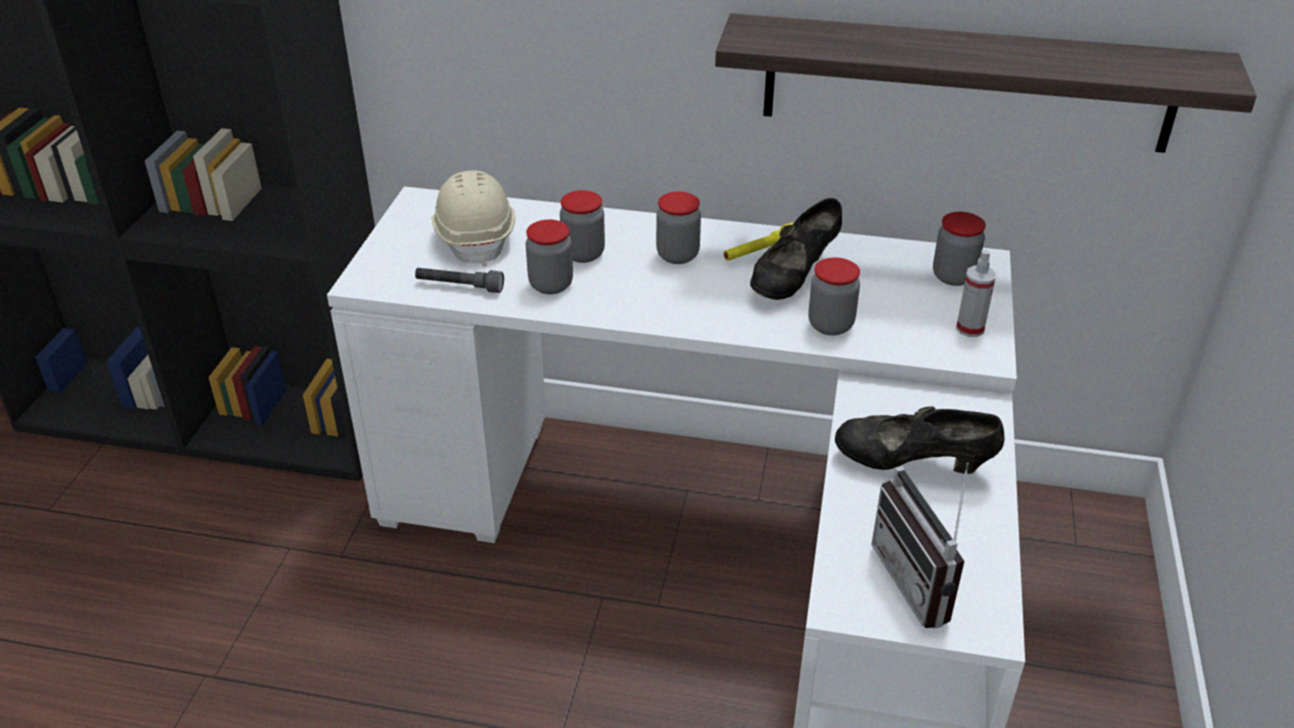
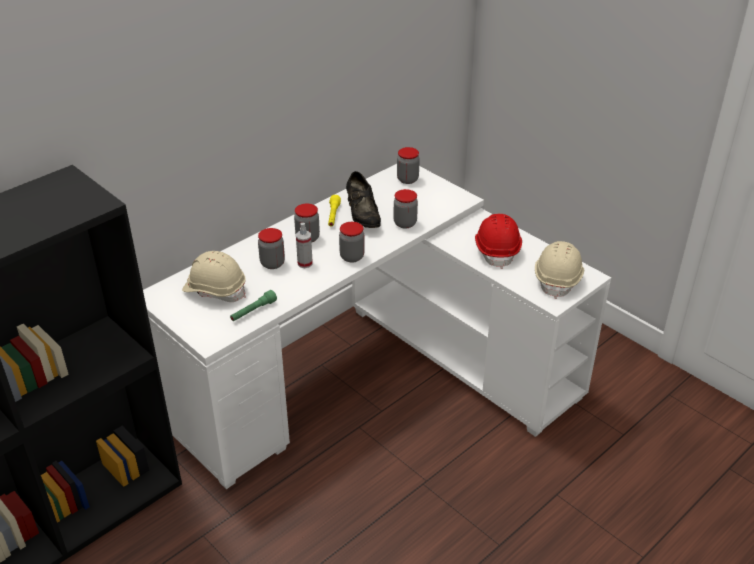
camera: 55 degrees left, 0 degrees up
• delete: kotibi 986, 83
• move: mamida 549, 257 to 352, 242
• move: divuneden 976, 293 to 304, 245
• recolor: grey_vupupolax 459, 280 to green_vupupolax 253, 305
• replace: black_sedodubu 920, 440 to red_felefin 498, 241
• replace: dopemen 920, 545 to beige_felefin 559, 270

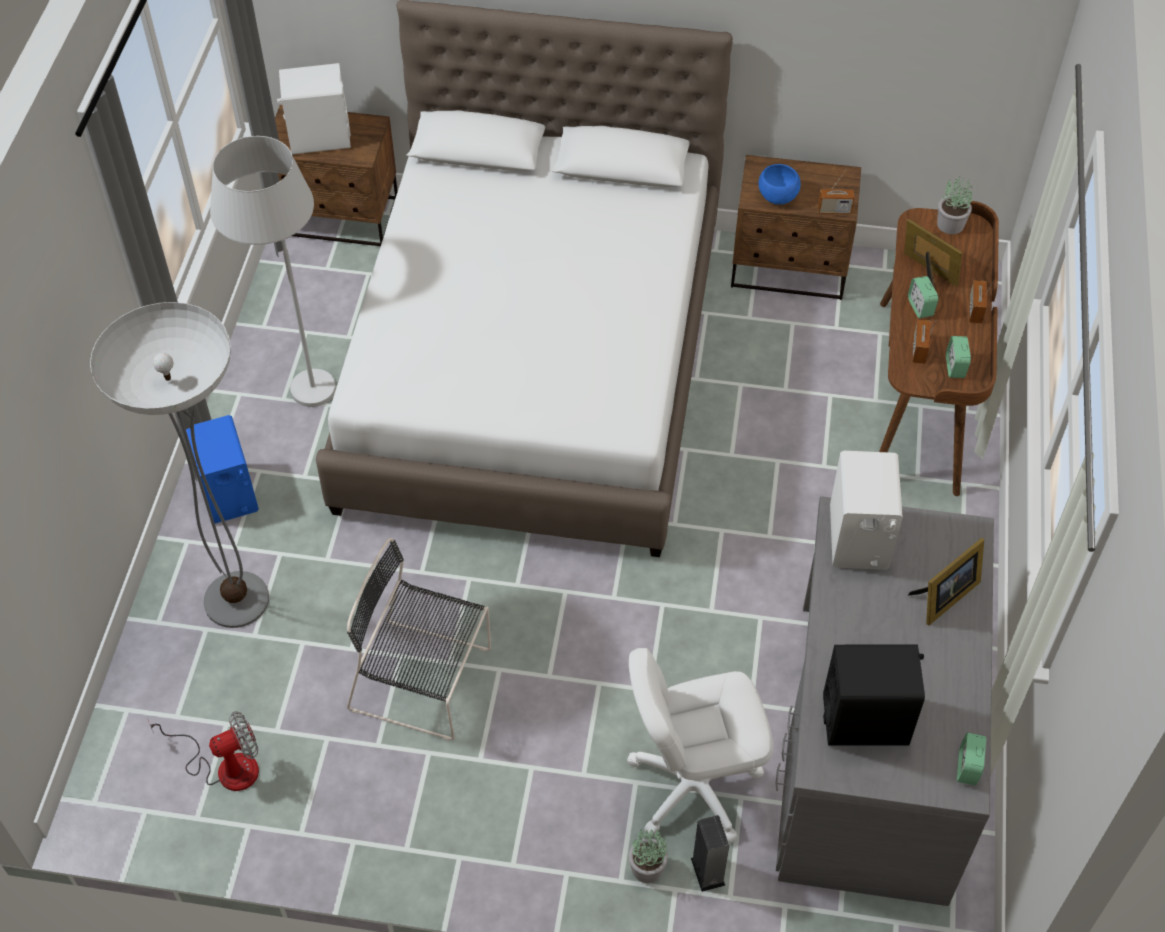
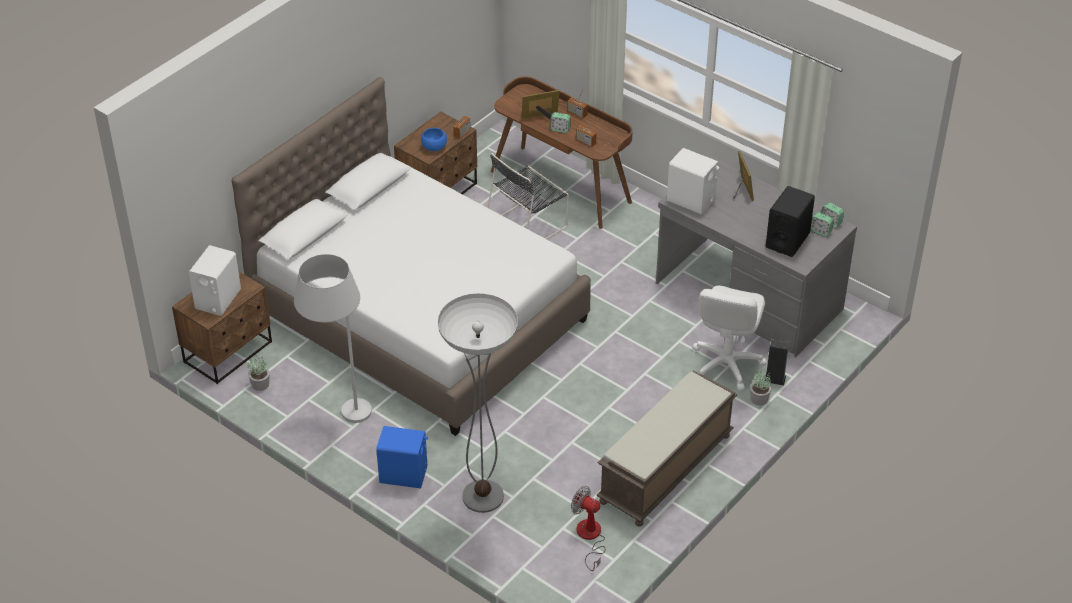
camera: 60 degrees left, 10 degrees down
• move: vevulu 955, 206 to 258, 373
• move: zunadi 958, 357 to 822, 224
• move: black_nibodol 419, 639 to 528, 196
• rotate: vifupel 203, 751 = 588, 528 60 degrees counterclockwise
• insert: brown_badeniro 666, 448

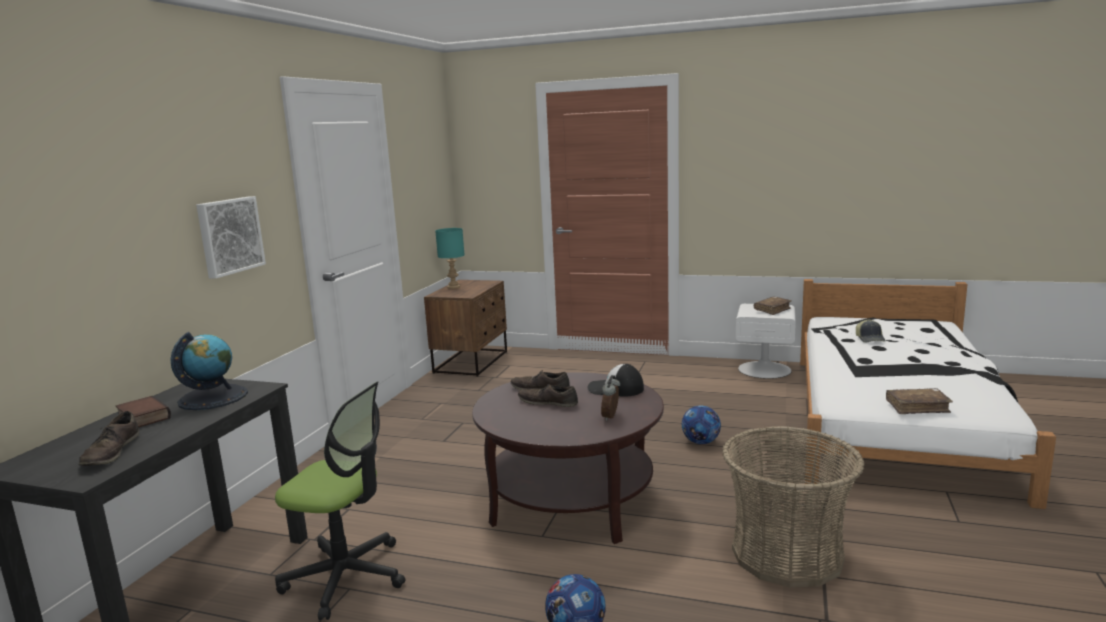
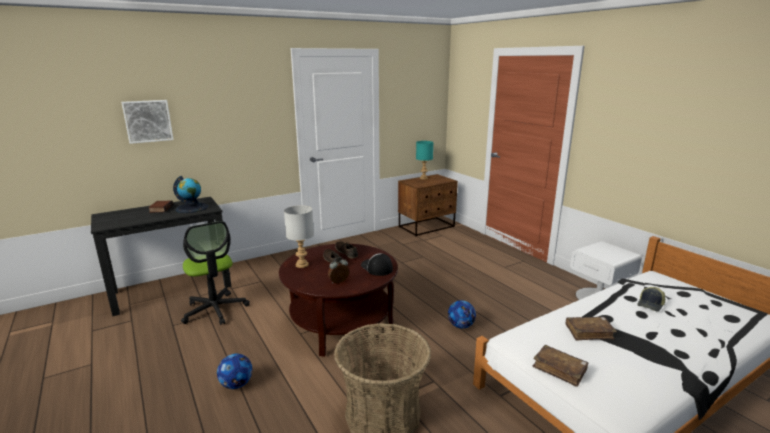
camera: 40 degrees right, 5 degrees up
• move: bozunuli 231, 237 to 147, 122
• move: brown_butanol 773, 306 to 591, 328
• delete: brown_sedodubu 109, 438
• insert: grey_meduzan 299, 236

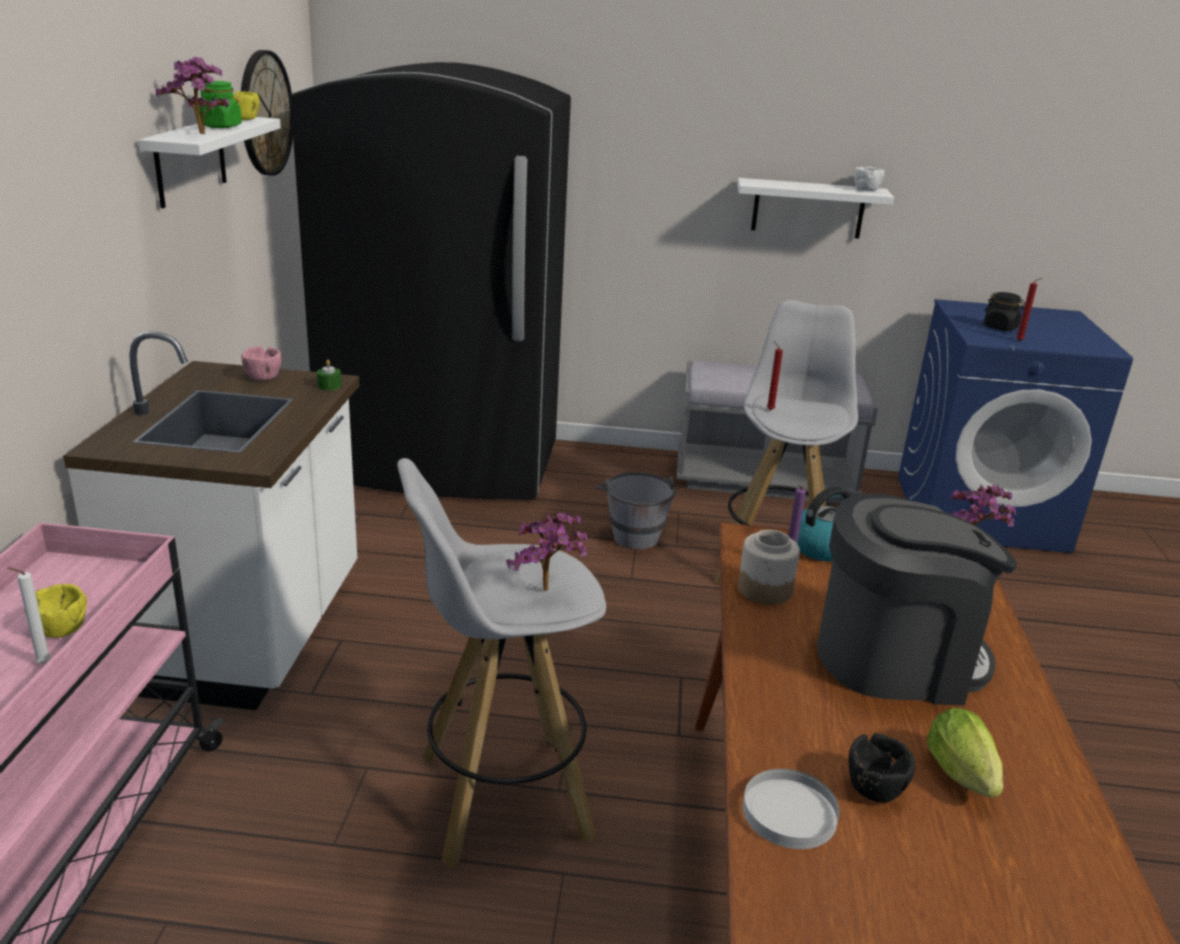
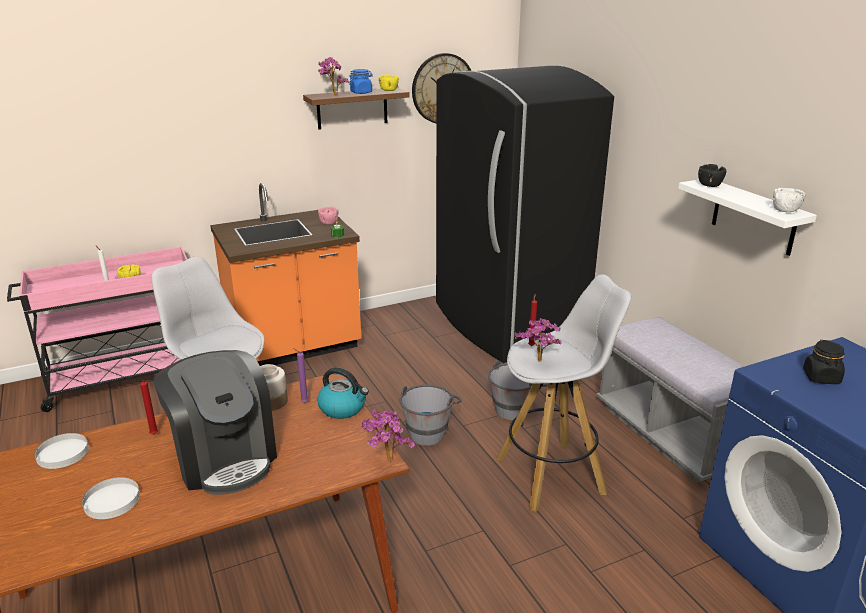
camera: 60 degrees right, 0 degrees up
• recolor: green_mamida 220, 104 to blue_mamida 361, 81
• recolor: white_kotibi 209, 162 to brown_kotibi 356, 109
• move: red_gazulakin 1029, 309 to 149, 407
• recolor: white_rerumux 211, 520 to orange_rerumux 285, 274
• move: vevulu 547, 551 to 538, 340
• replace: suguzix 965, 752 to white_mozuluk 111, 498
• move: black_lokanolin 882, 768 to 712, 175
• insert: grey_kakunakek 431, 415

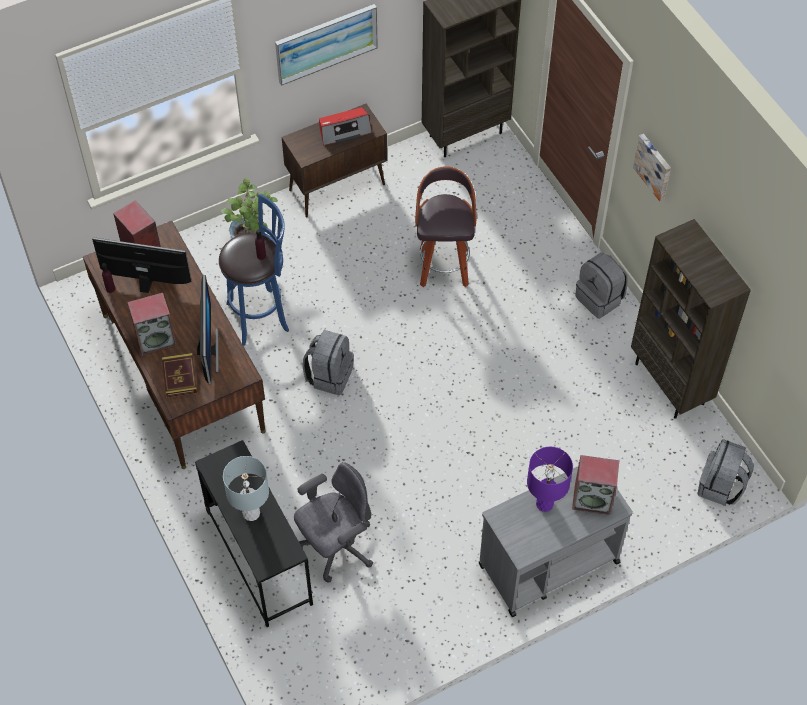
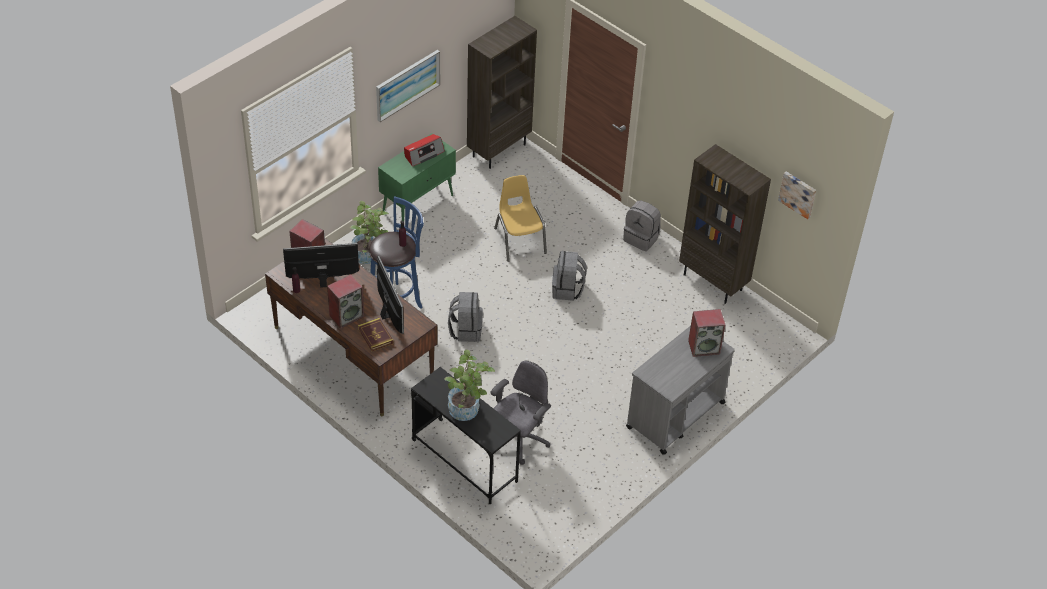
camera: 20 degrees left, 10 degrees down
• recolor: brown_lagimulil 334, 160 to green_lagimulil 417, 177
• move: bozunuli 652, 167 to 797, 195
• replace: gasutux 446, 226 to yellow_nibodol 520, 218
• move: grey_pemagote 725, 472 to 569, 276
• delete: purple_meduzan 550, 479
• replace: grey_meduzan 246, 488 to vevulu 469, 385

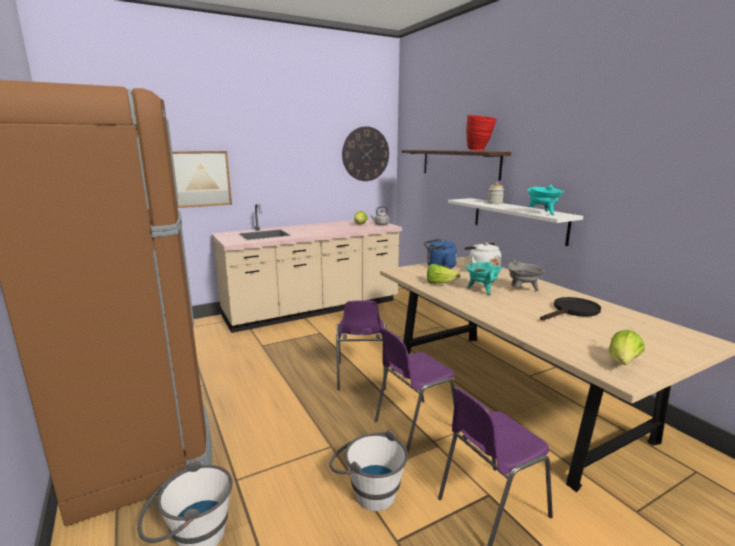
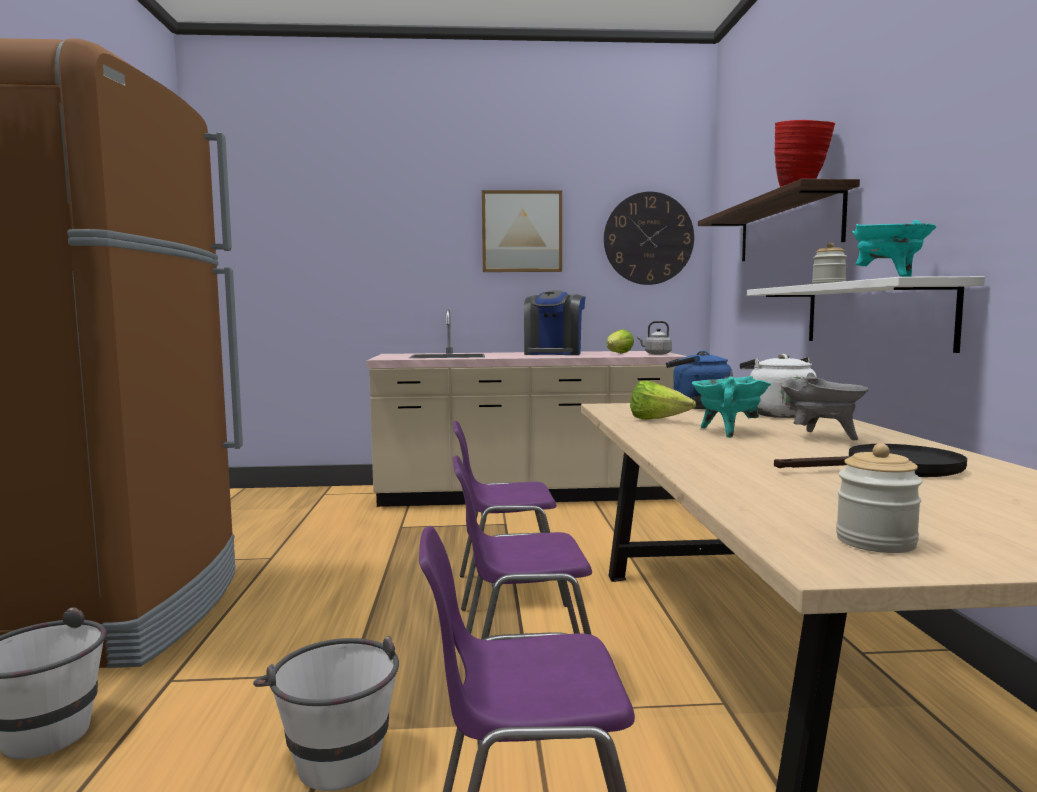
camera: 25 degrees right, 10 degrees down
• move: bozunuli 202, 179 to 522, 231
• rotate: purple_nibodol 361, 345 = 510, 516 60 degrees clockwise
• replace: suguzix 627, 347 to mamida 879, 498
• insert: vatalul 554, 322

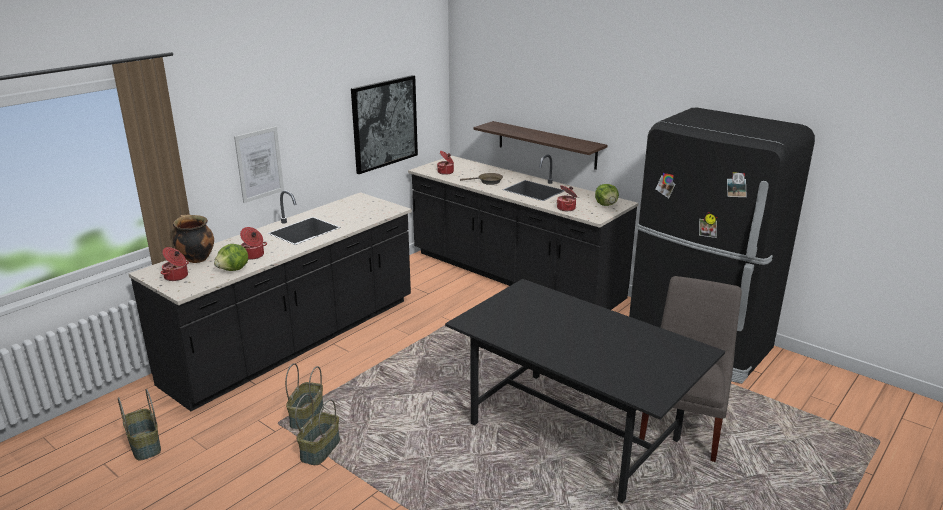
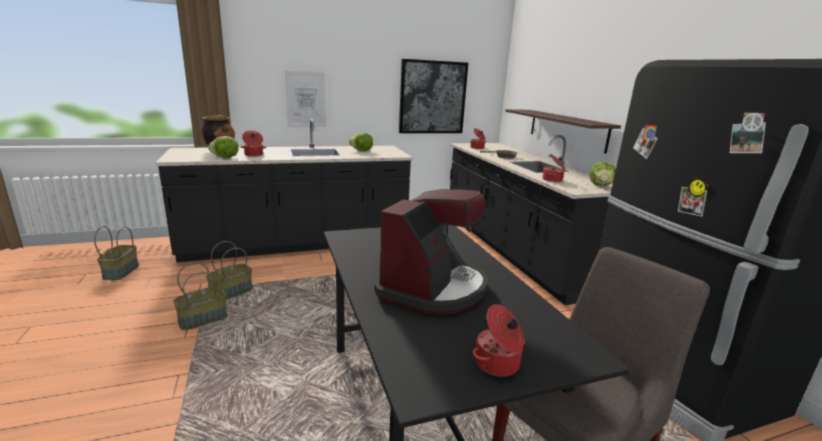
camera: 30 degrees right, 5 degrees down
• move: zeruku 174, 264 to 499, 340
• insert: suguzix 361, 141
• insert: vatalul 431, 252

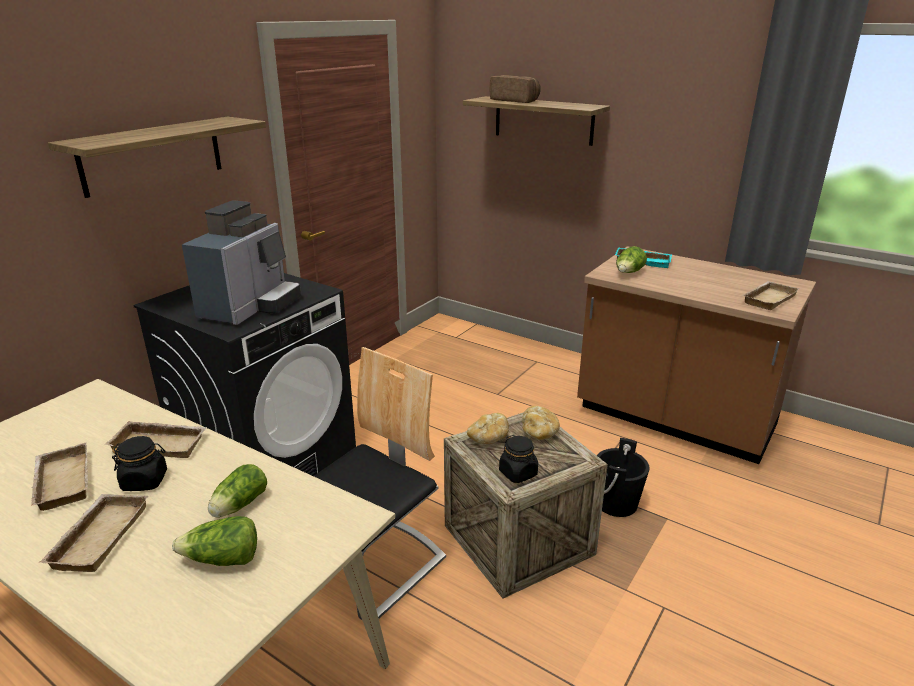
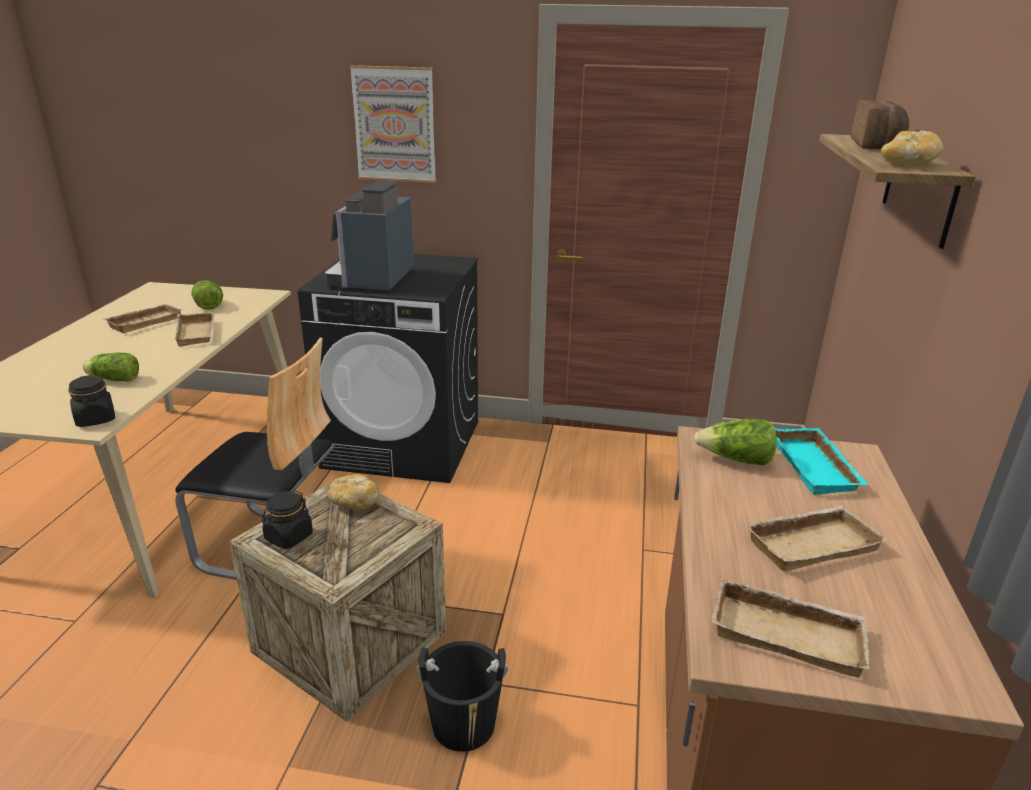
camera: 65 degrees right, 0 degrees up
• replace: kotibi 157, 157 to bozunuli 393, 124
• rotate: vatalul 241, 262 = 369, 236 105 degrees clockwise
• move: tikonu 541, 423 to 912, 148
• move: black_mamida 139, 463 to 91, 401
• move: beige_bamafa 93, 533 to 816, 538
• move: suguzix 214, 541 to 207, 295

